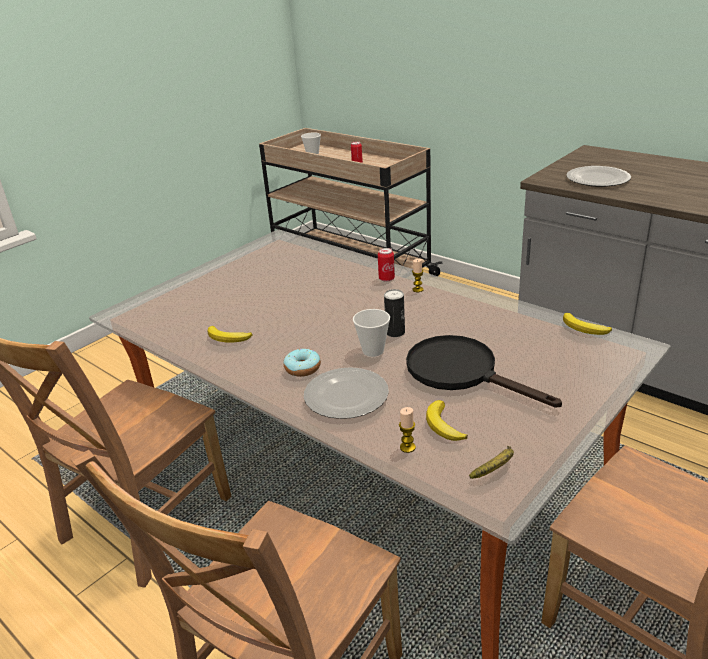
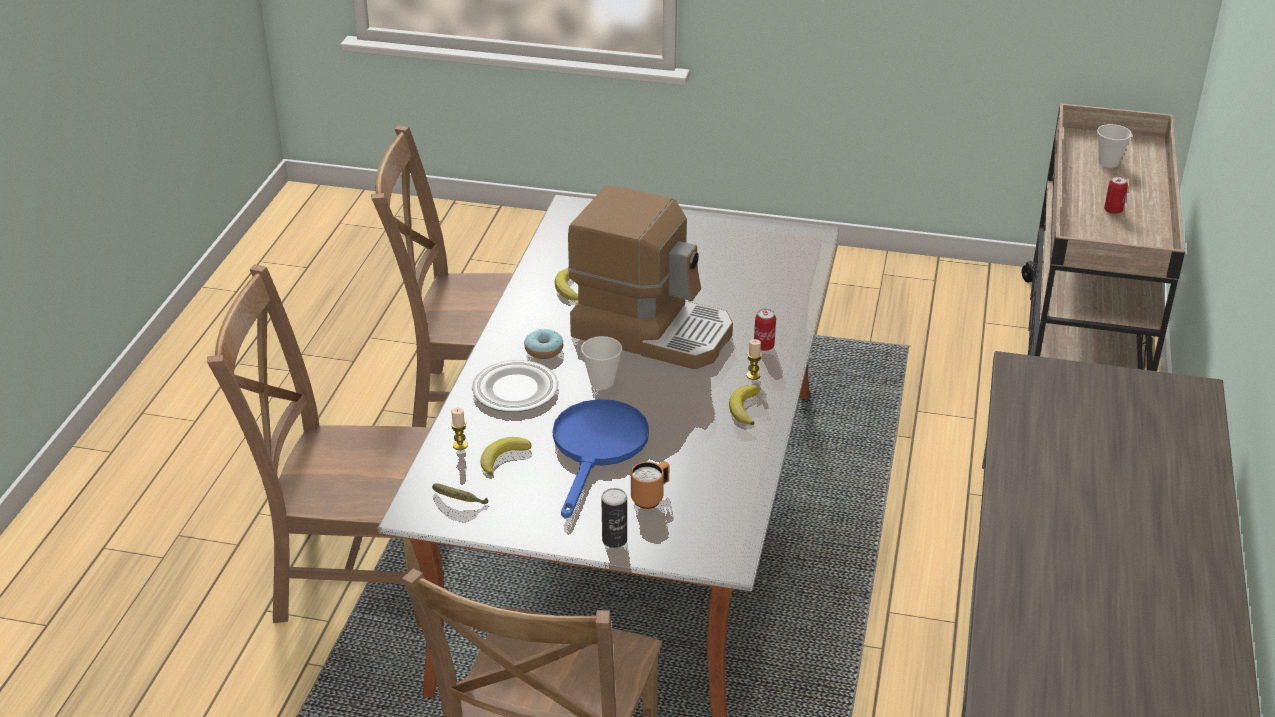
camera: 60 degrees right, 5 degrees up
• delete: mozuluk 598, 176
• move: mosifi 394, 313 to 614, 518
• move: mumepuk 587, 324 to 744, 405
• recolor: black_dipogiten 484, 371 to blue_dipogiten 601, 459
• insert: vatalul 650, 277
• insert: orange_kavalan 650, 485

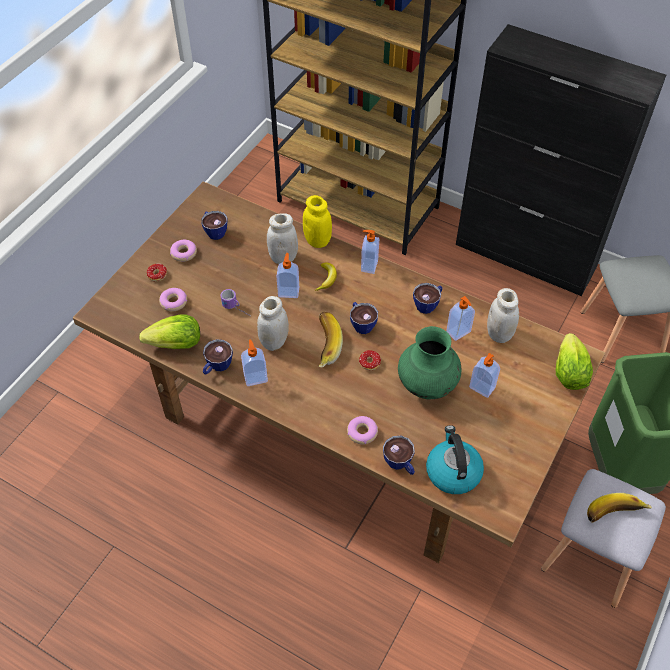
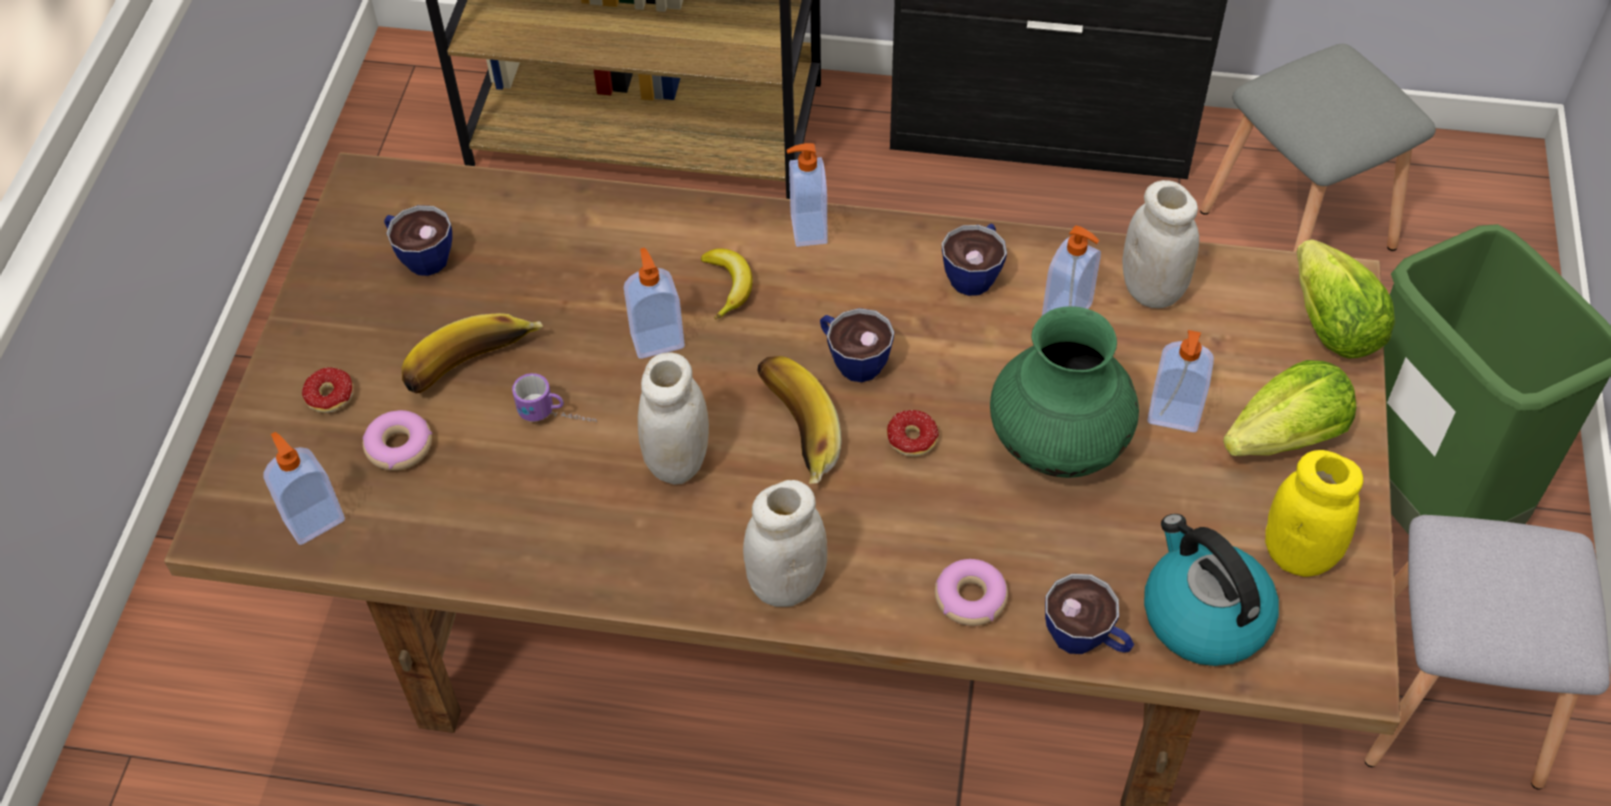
camera: 20 degrees left, 0 degrees up
• move: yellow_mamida 317, 221 to 1314, 513
• move: white_mamida 282, 238 to 785, 543
• delete: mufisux 183, 251
• move: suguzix 169, 331 to 1289, 408
• delete: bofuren 218, 356
• move: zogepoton 254, 363 to 304, 488
• move: mumepuk 619, 507 to 472, 353

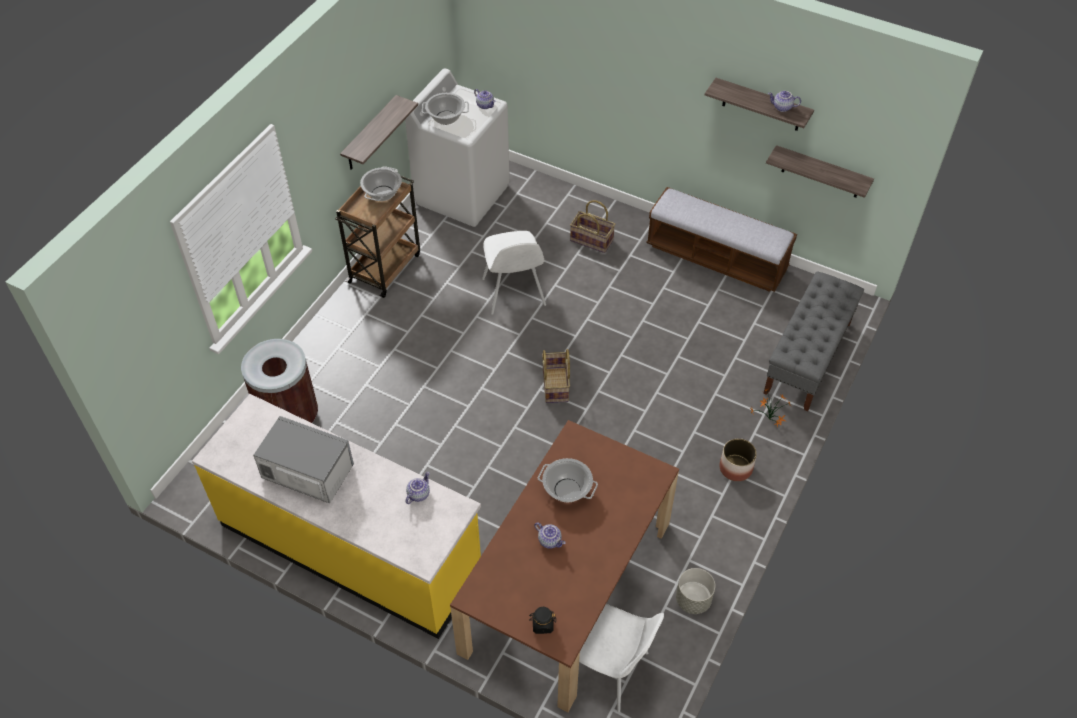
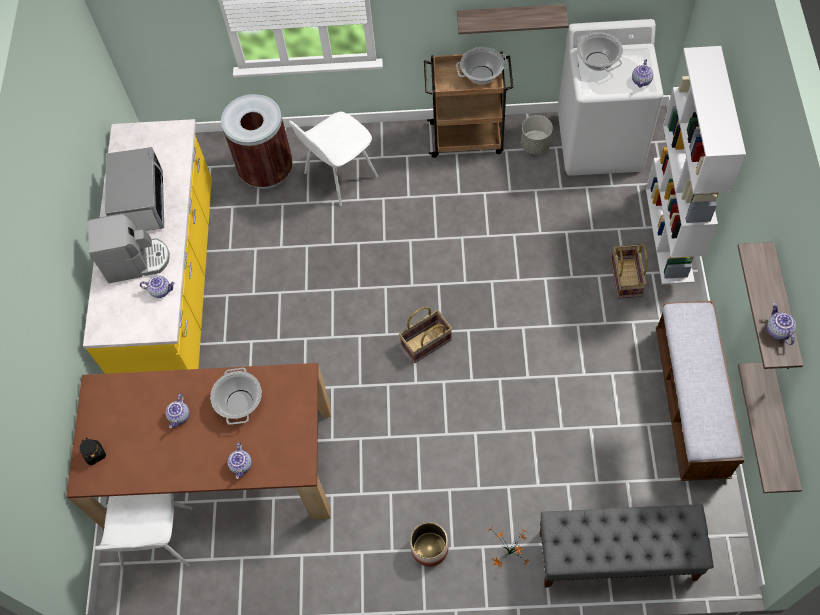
camera: 65 degrees right, 10 degrees up
• move: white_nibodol 514, 273 to 333, 159
• move: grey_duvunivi 695, 591 to 537, 134
• insert: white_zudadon 696, 165
• insert: vatalul 129, 248
• insert: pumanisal 240, 460

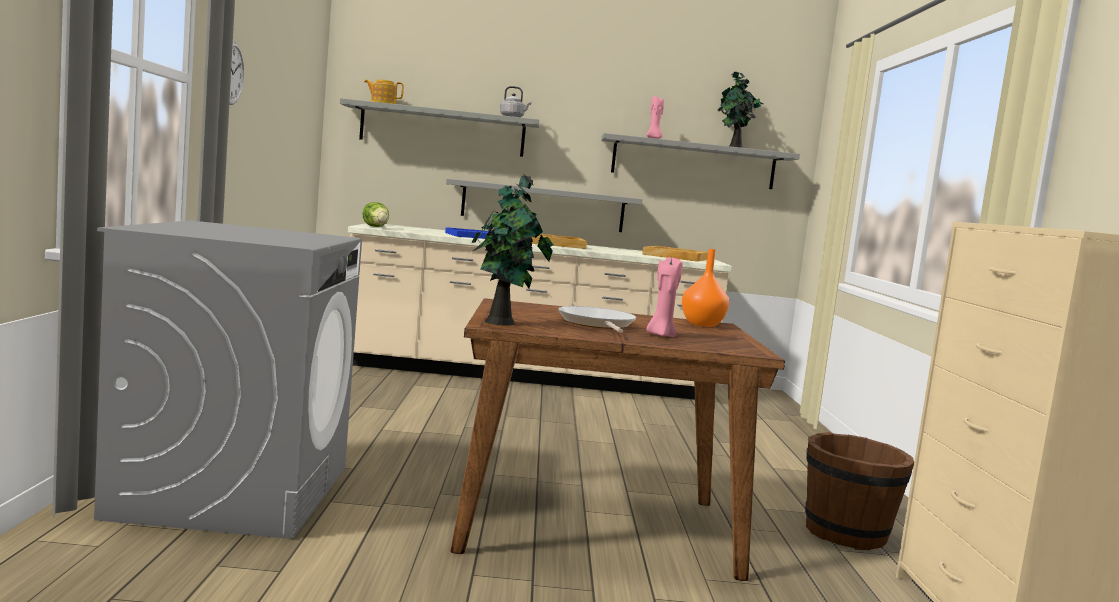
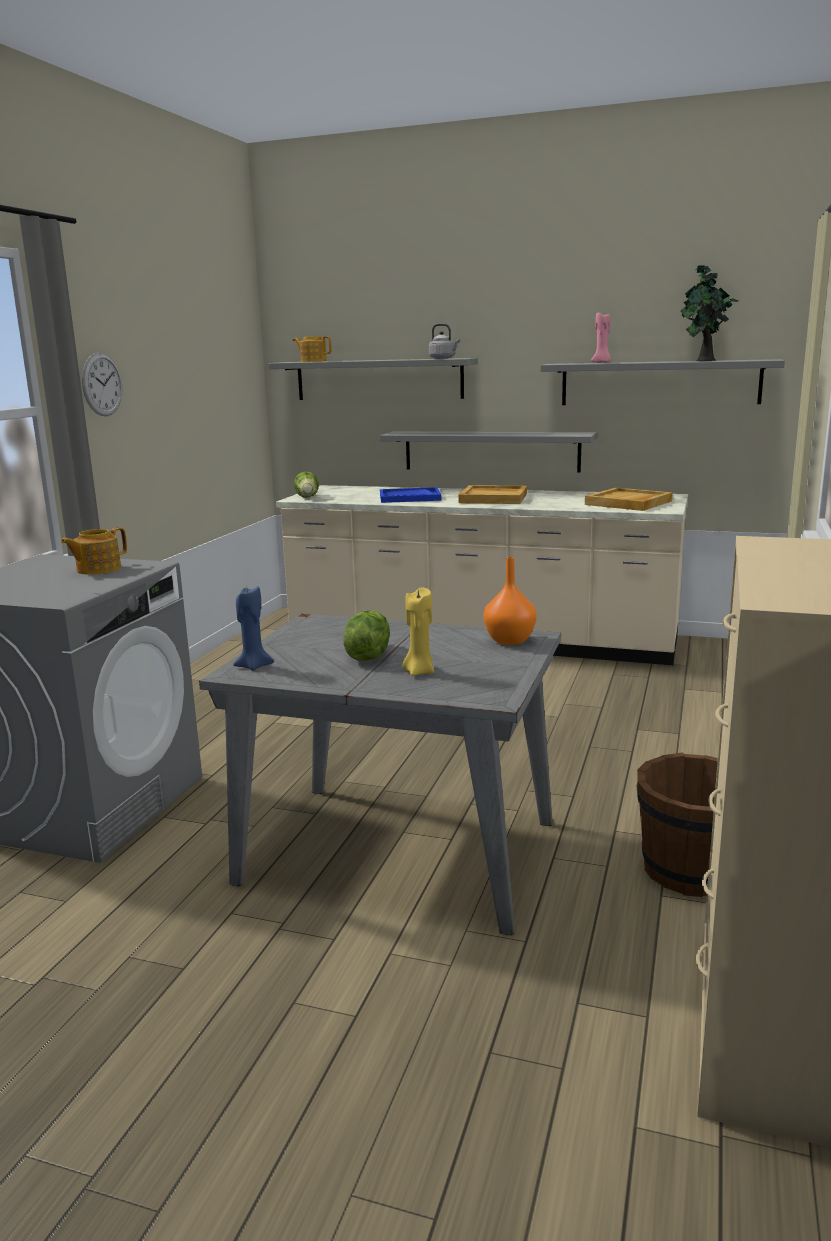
camera: 20 degrees right, 10 degrees up
• replace: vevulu 512, 250 to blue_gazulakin 253, 628
• recolor: pink_gazulakin 664, 297 to yellow_gazulakin 418, 631
• recolor: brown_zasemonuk 617, 439 to grey_zasemonuk 380, 774
• replace: dipogiten 597, 319 to suguzix 367, 635
• insert: pumanisal 94, 551

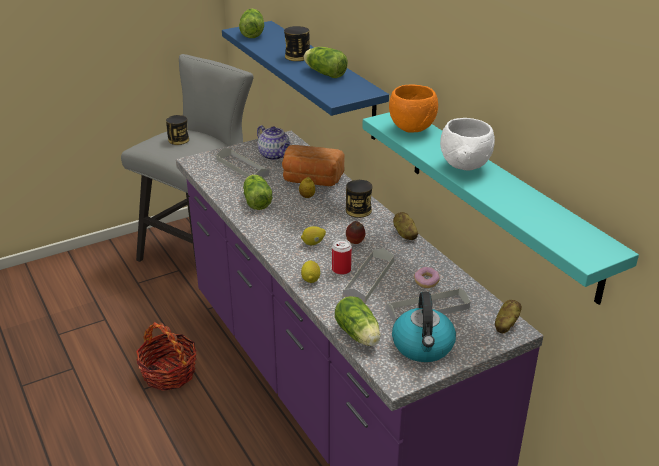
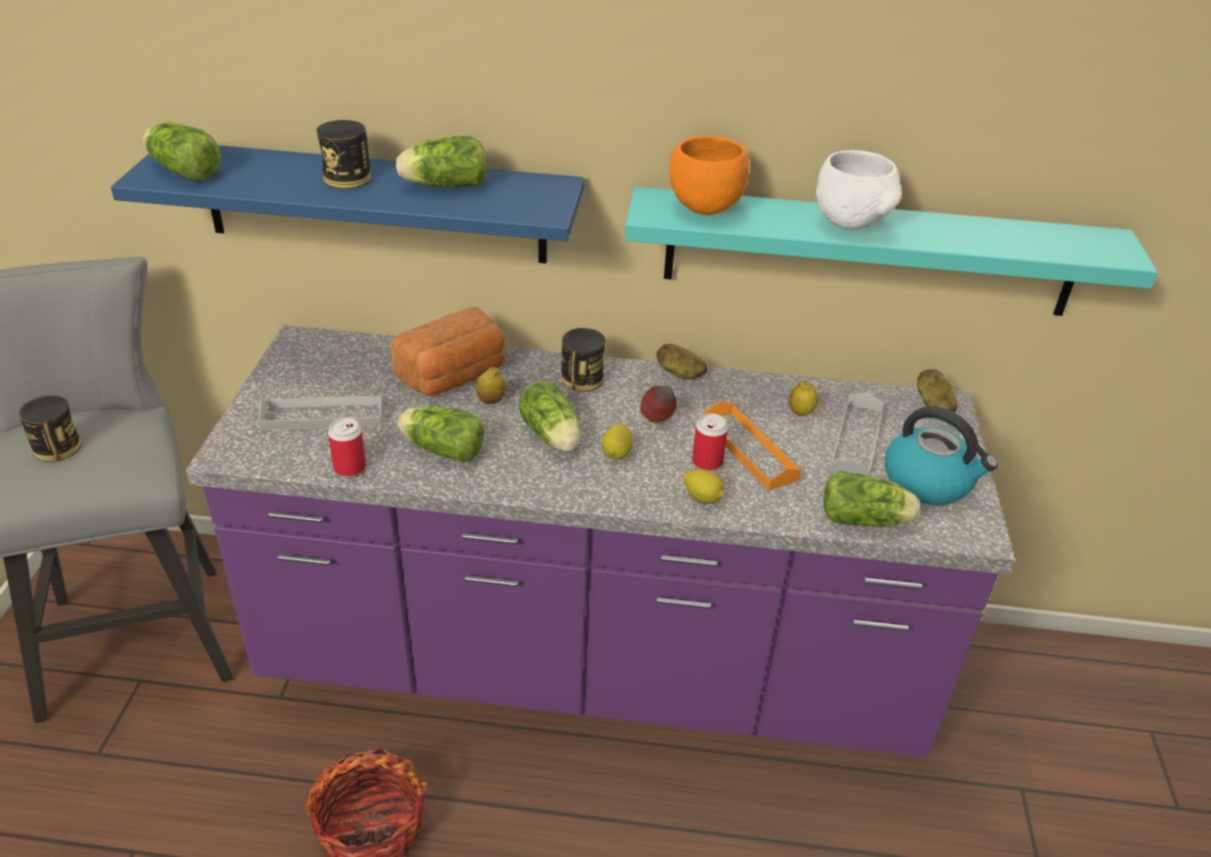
camera: 55 degrees left, 5 degrees up
• delete: pumanisal 274, 142
• recolor: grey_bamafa 368, 275 to orange_bamafa 752, 446
• replace: mufisux 427, 277 to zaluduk 803, 398
• insert: suguzix 549, 416
• insert: mosifi 347, 447

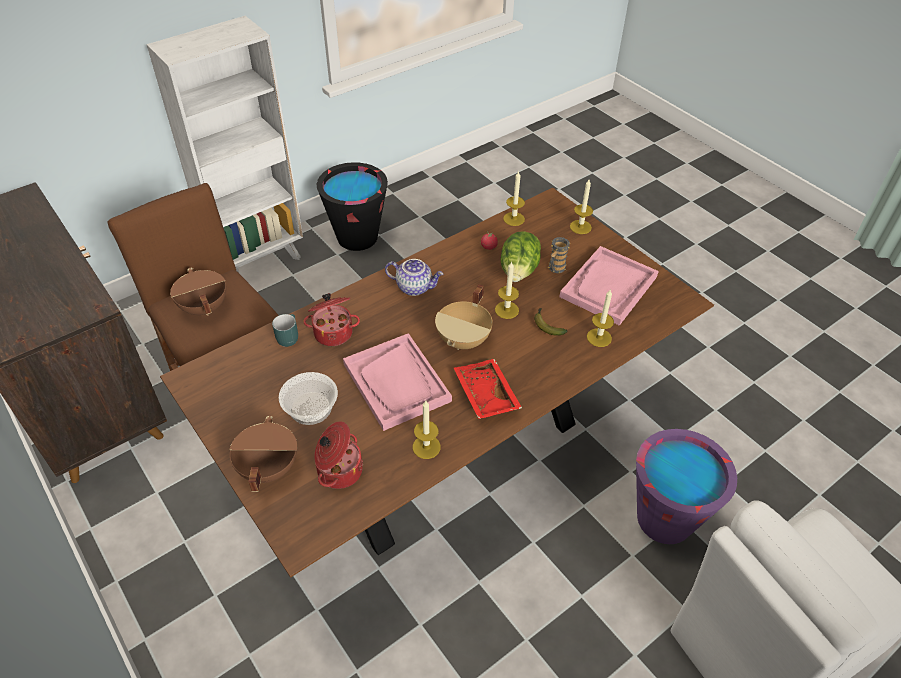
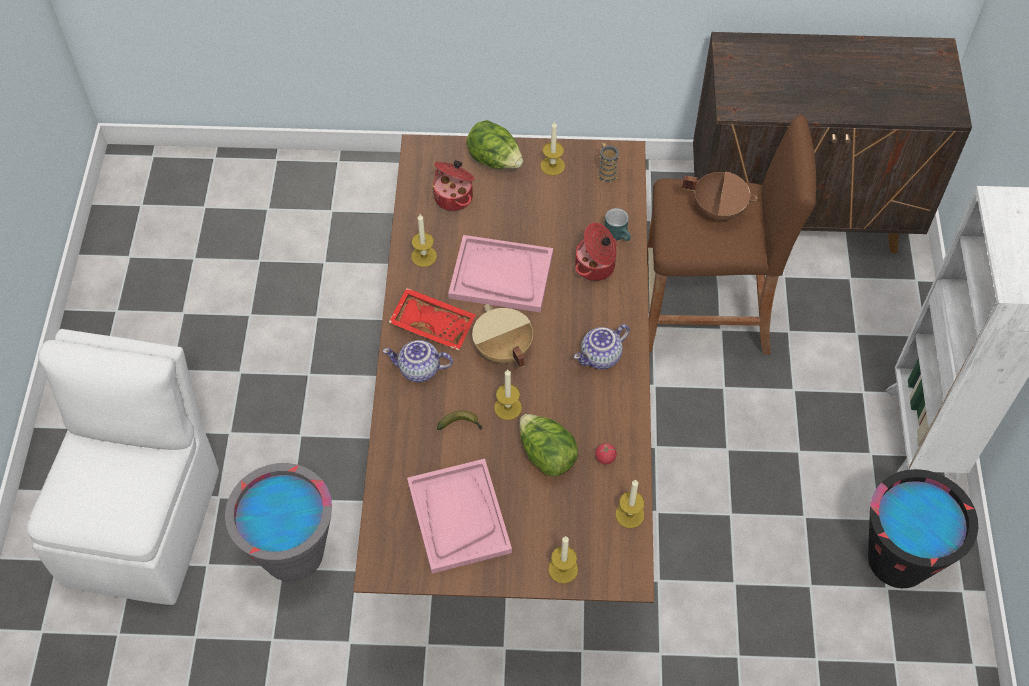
camera: 130 degrees right, 10 degrees up
• move: kavalan 559, 255 to 609, 162
• move: gazulakin 600, 318 to 552, 148
• delete: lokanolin 308, 398
• replace: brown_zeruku 263, 453 to suguzix 494, 144
• recolor: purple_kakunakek 686, 486 to grey_kakunakek 278, 522
• insert: pumanisal 418, 361

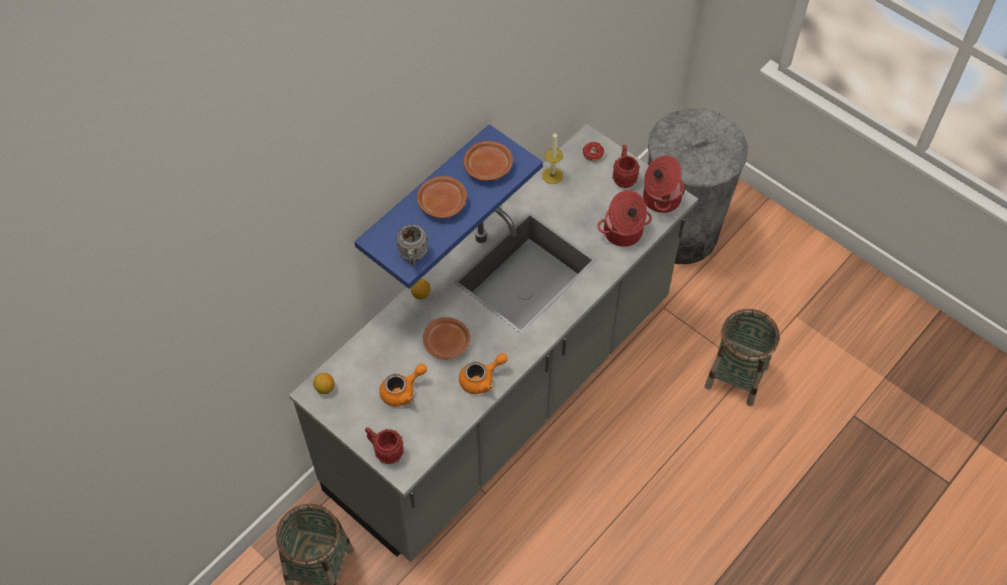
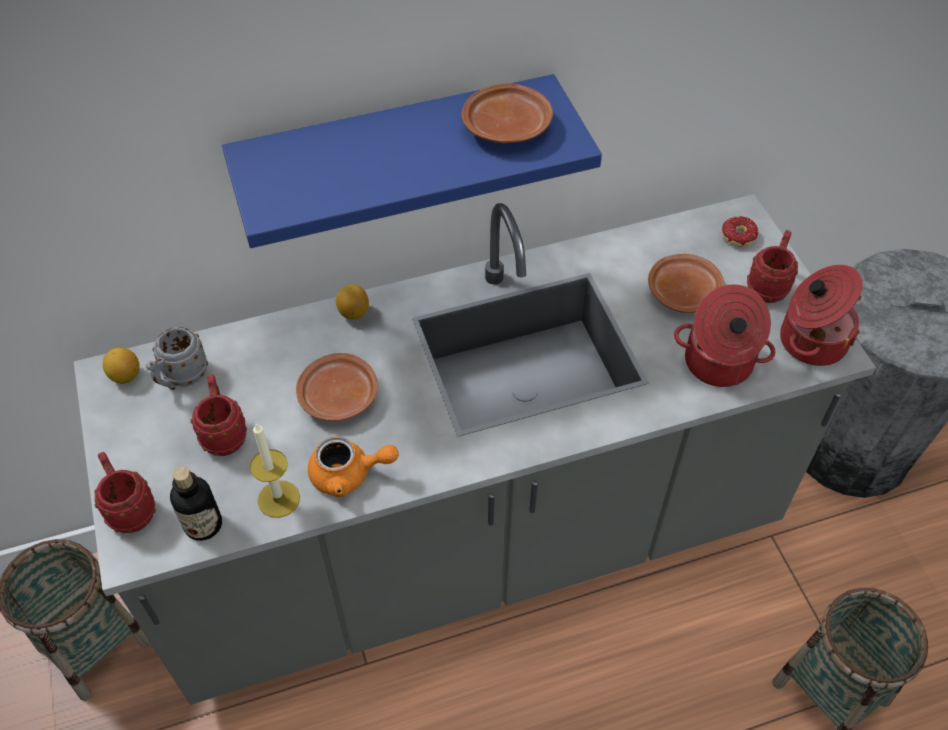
camera: 30 degrees right, 5 degrees down
• move: gazulakin 552, 158 to 275, 471
• move: brown_mozuluk 442, 197 to 686, 283
• move: grey_kavalan 412, 245 to 177, 358
• replace: orange_pumanisal 403, 385 to red_kavalan 218, 415
• insert: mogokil 196, 503

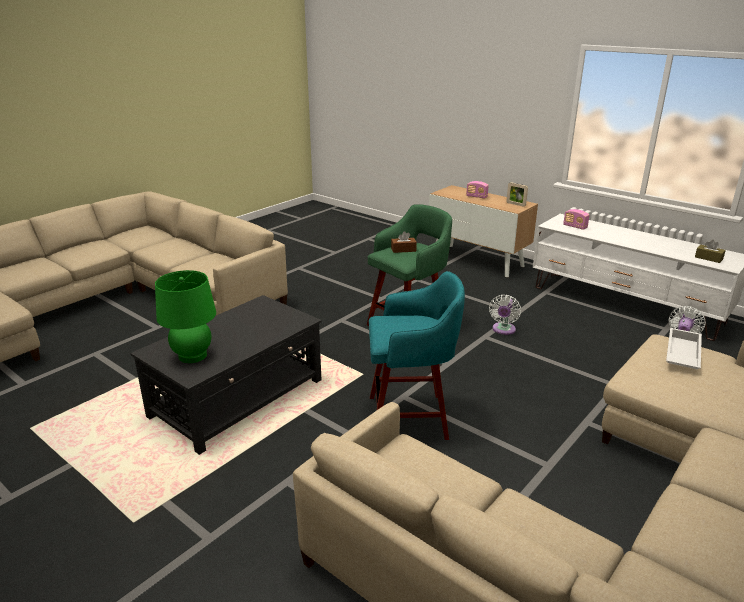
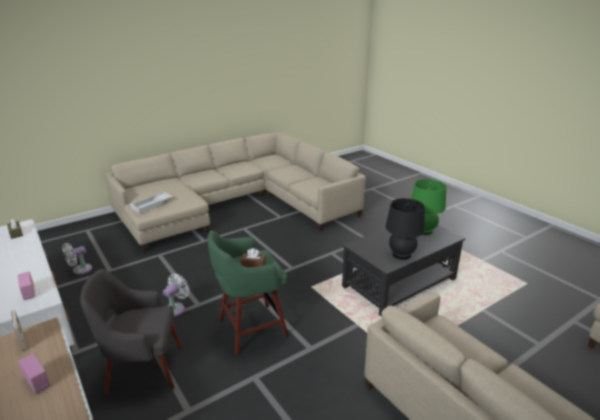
camera: 165 degrees left, 0 degrees up
• delete: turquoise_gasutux 417, 355
• insert: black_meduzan 405, 229
• insert: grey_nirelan 131, 332

